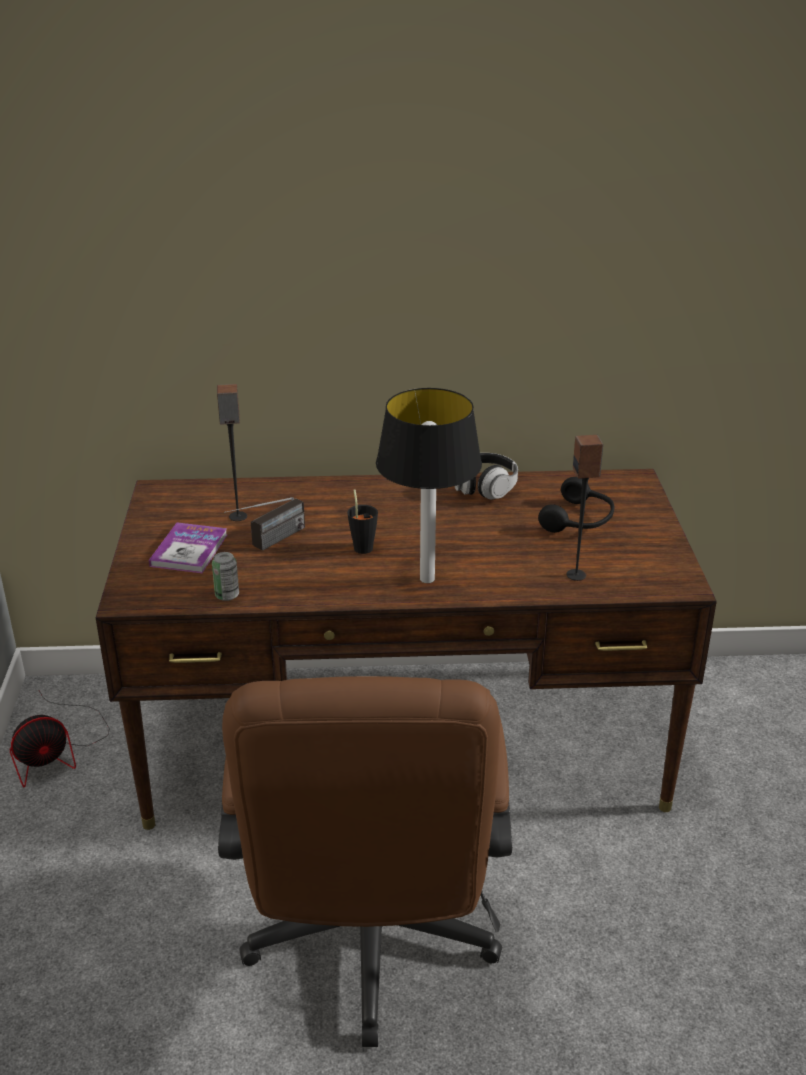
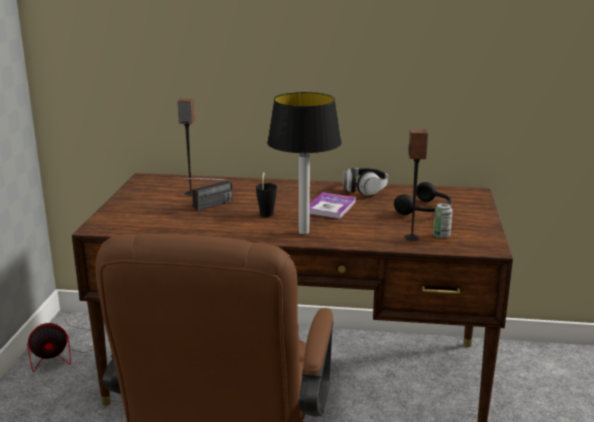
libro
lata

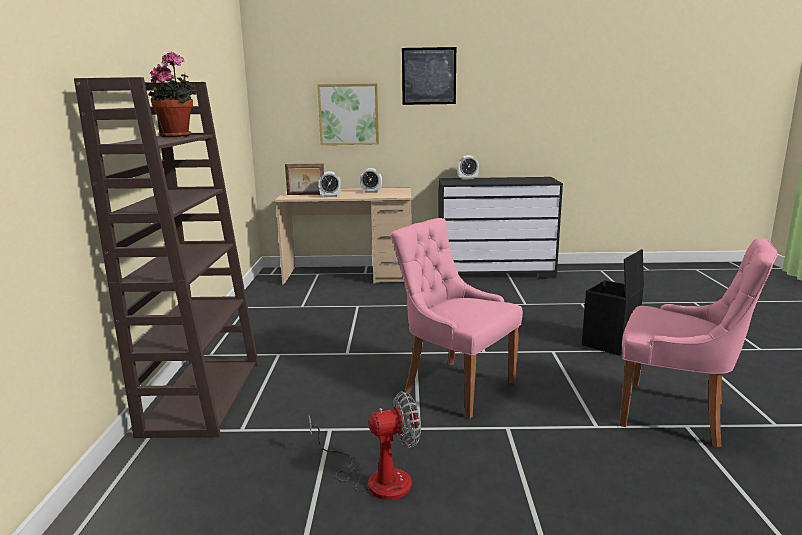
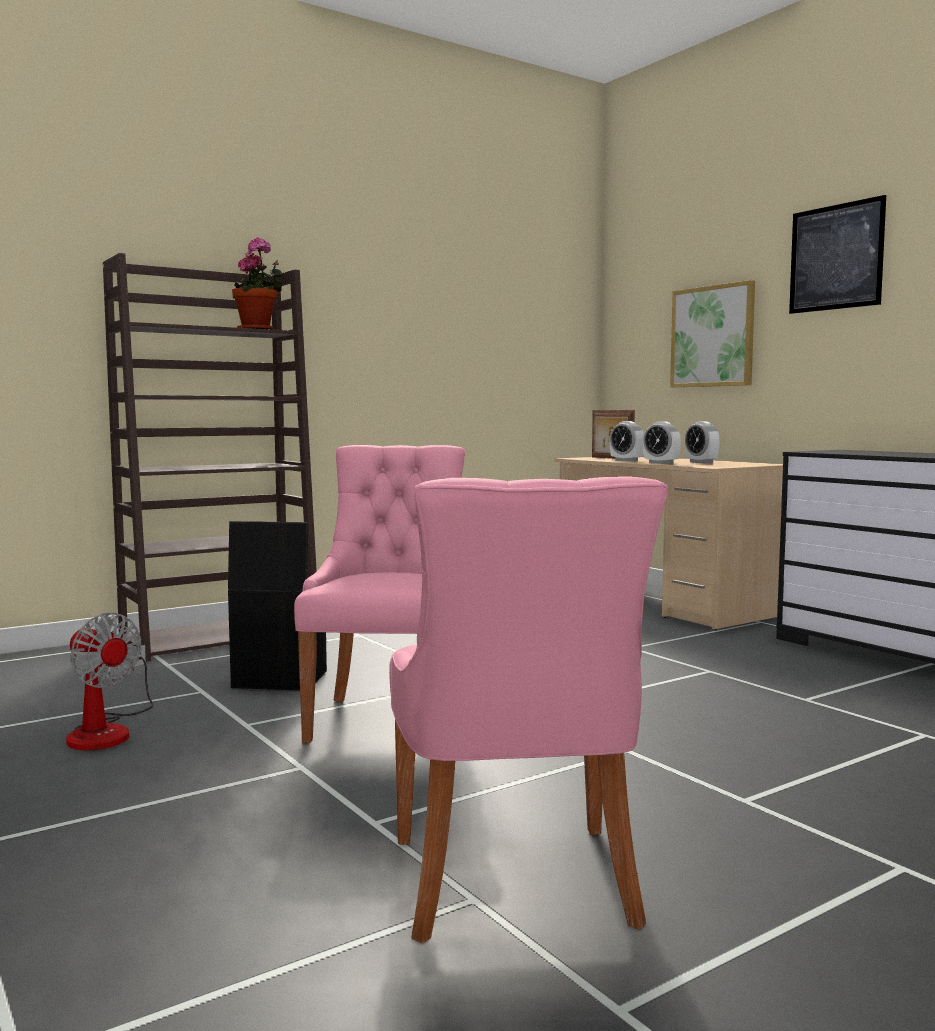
caja de almacenaje [negro]
despertador (2nd from left)

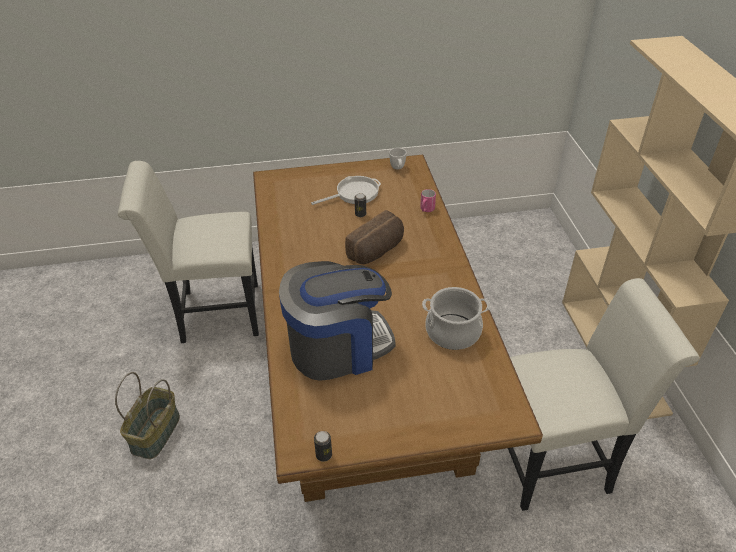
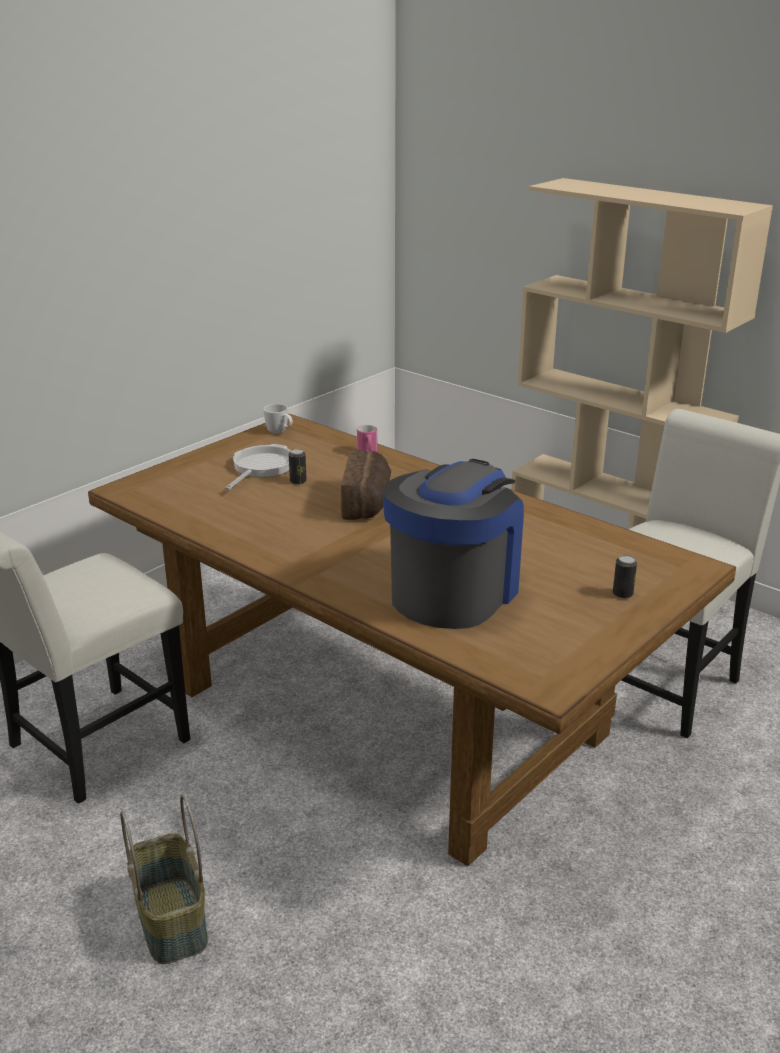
lata (2nd from left)
olla

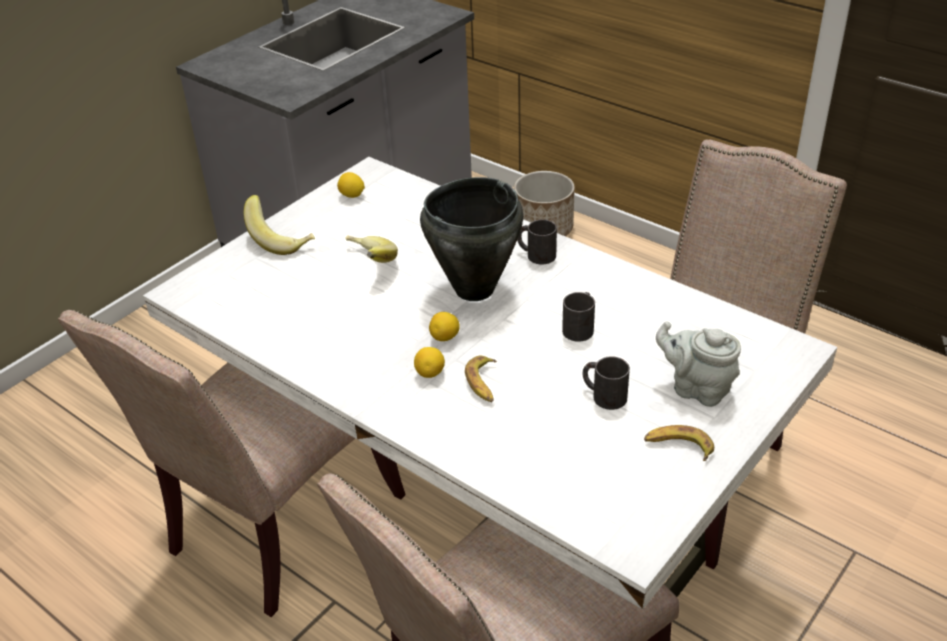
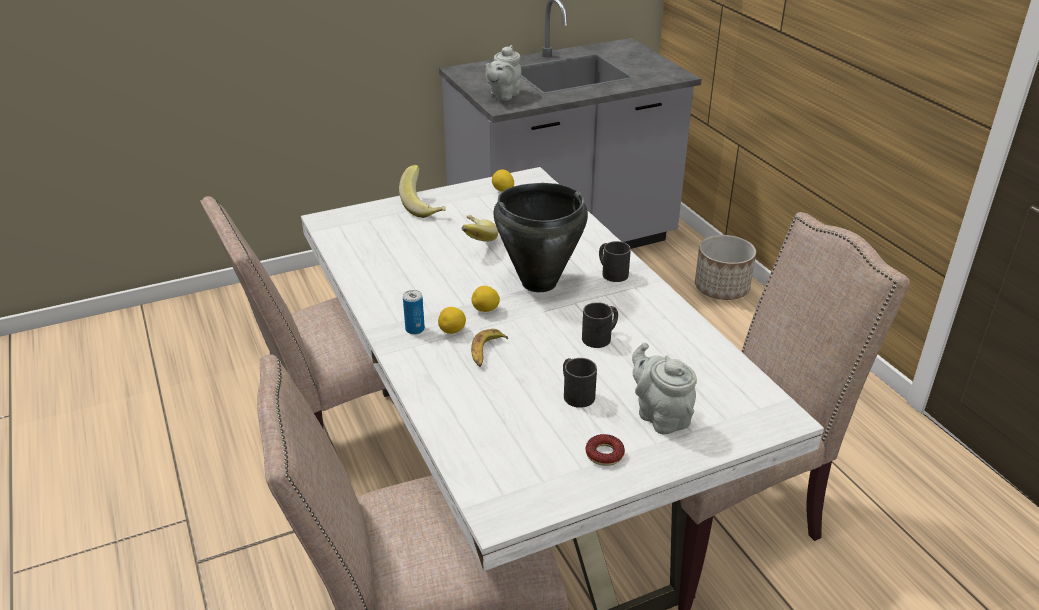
lata
tetera [gris] (1st from left)
rosquilla

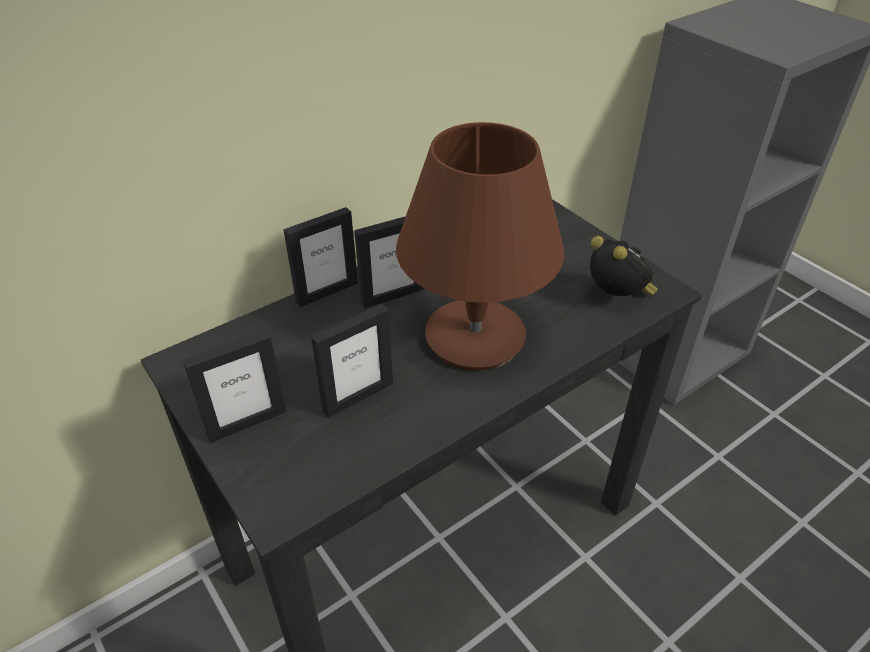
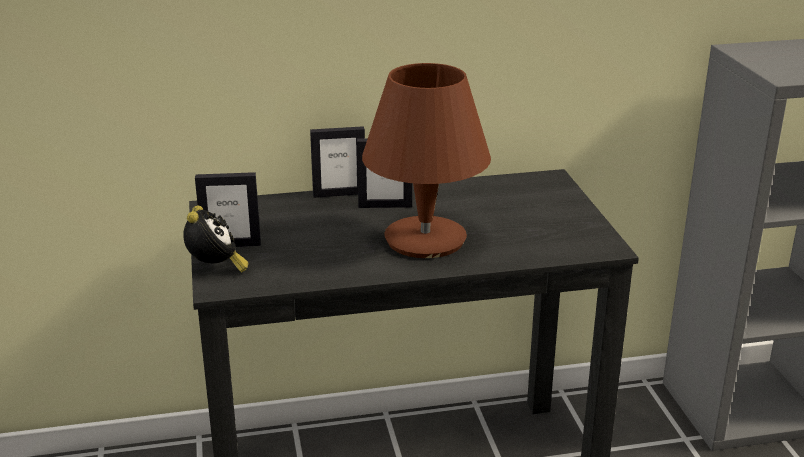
despertador
portarretratos (3rd from left in the first image)

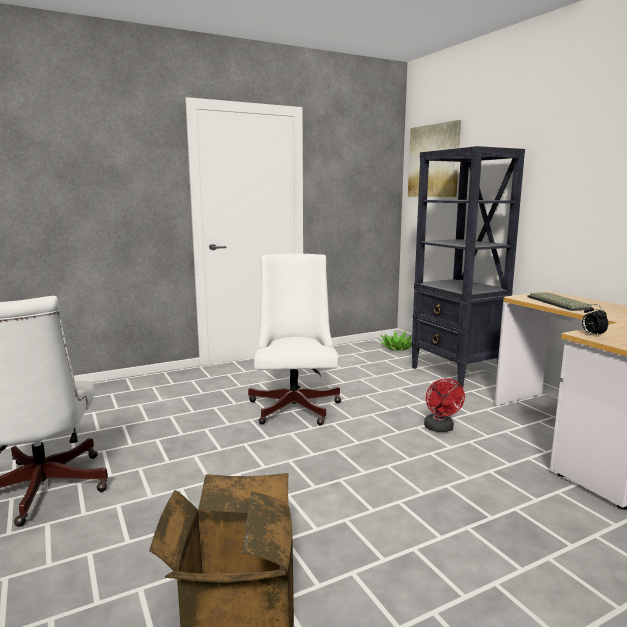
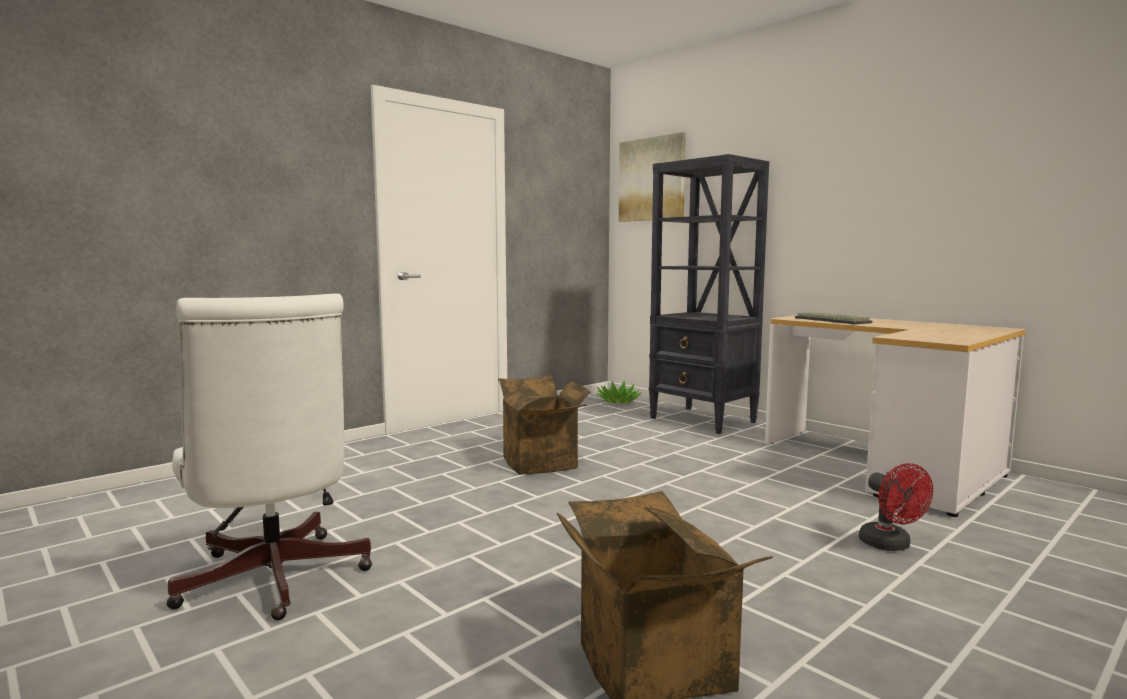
caja de cartón (1st from left)
ventilador [rojo]
despertador

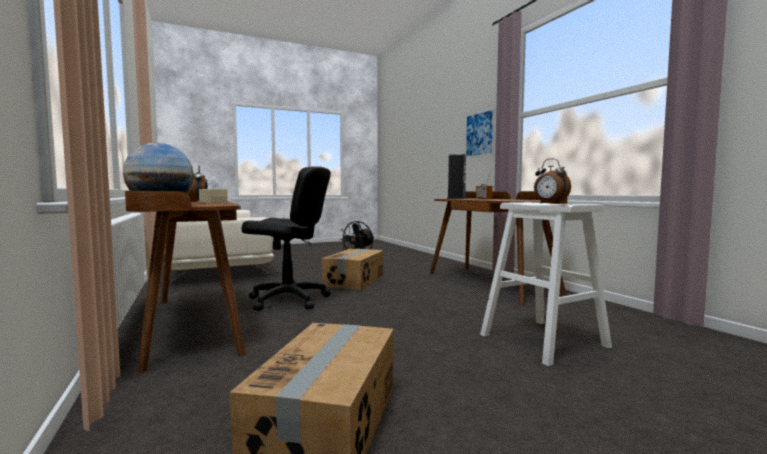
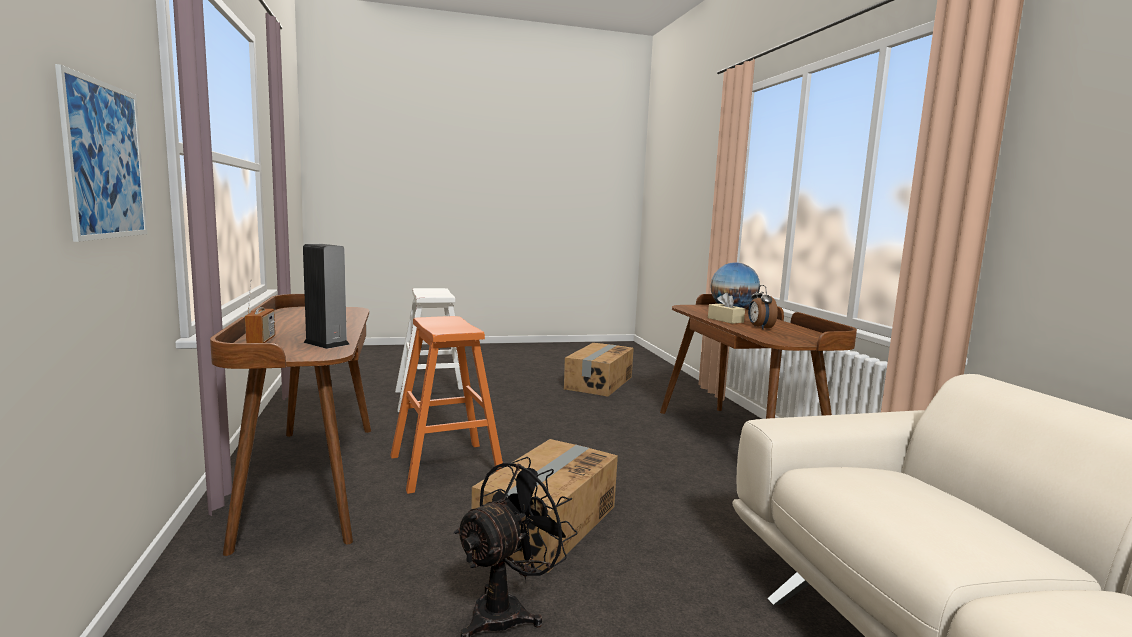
taburete [naranja]
silla de oficina [negro]
despertador (2nd from left in the first image)

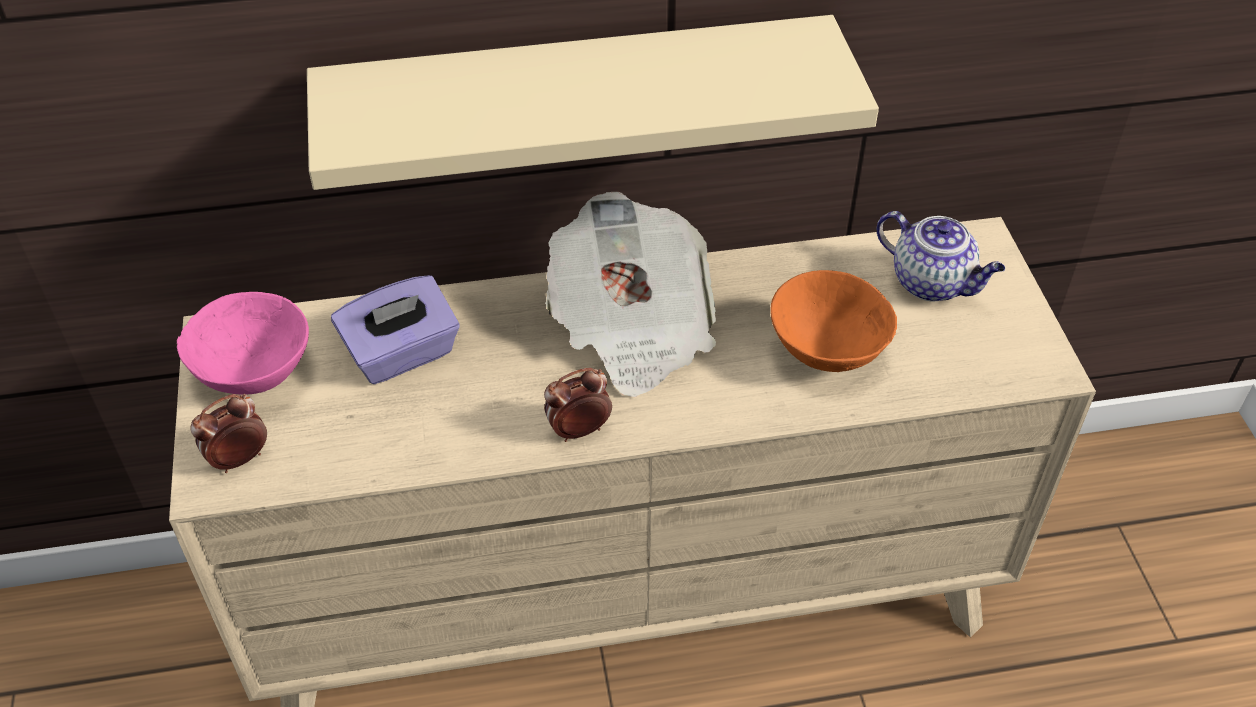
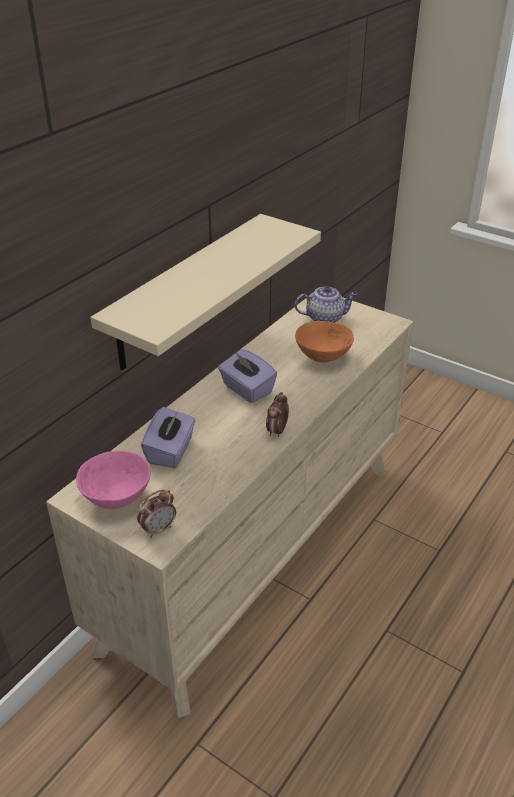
despertador (1st from left)
caja de pañuelos [morado] (2nd from left)

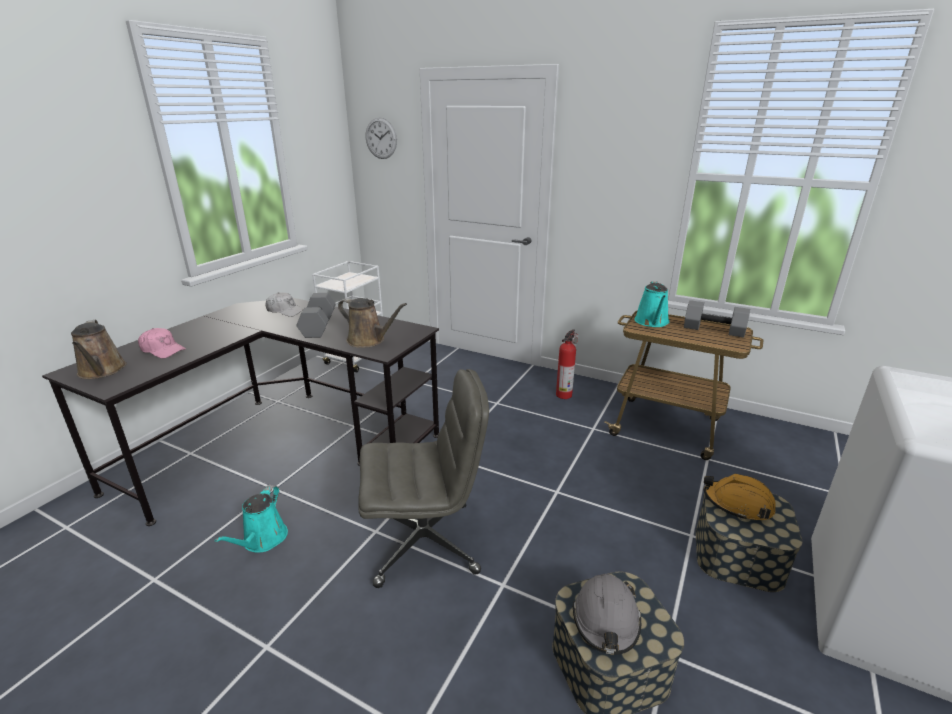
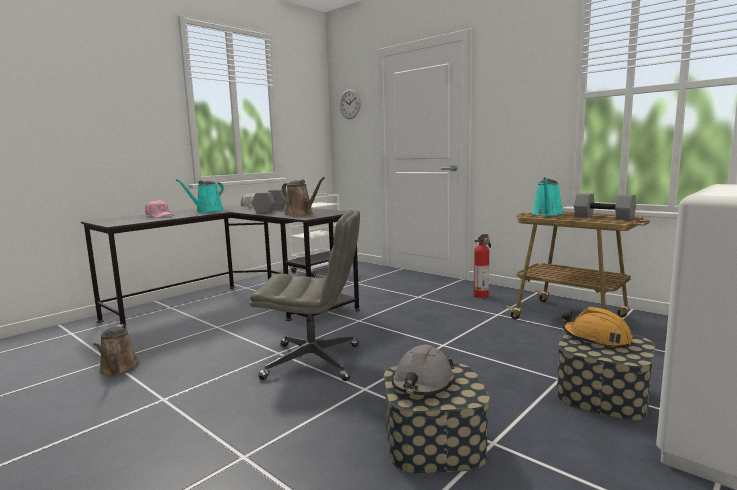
regadera [marrón] (1st from left)
regadera [turquesa] (1st from left)

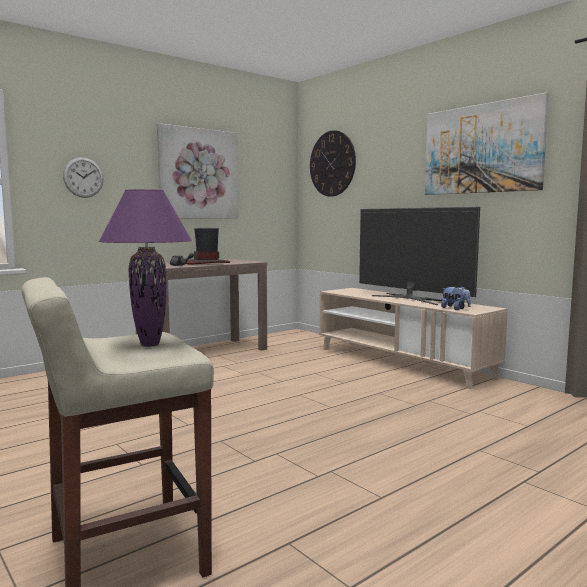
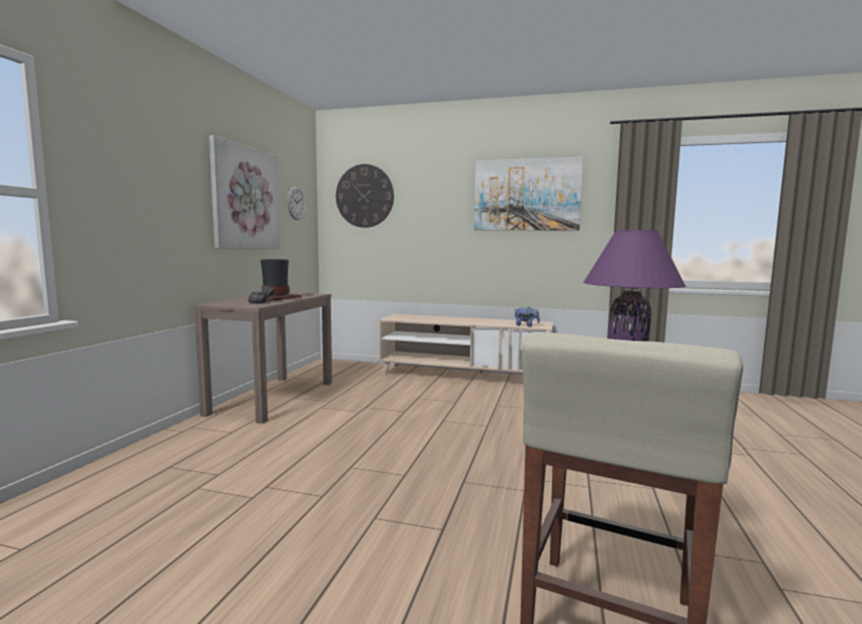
reloj de pared (1st from left)
televisor

